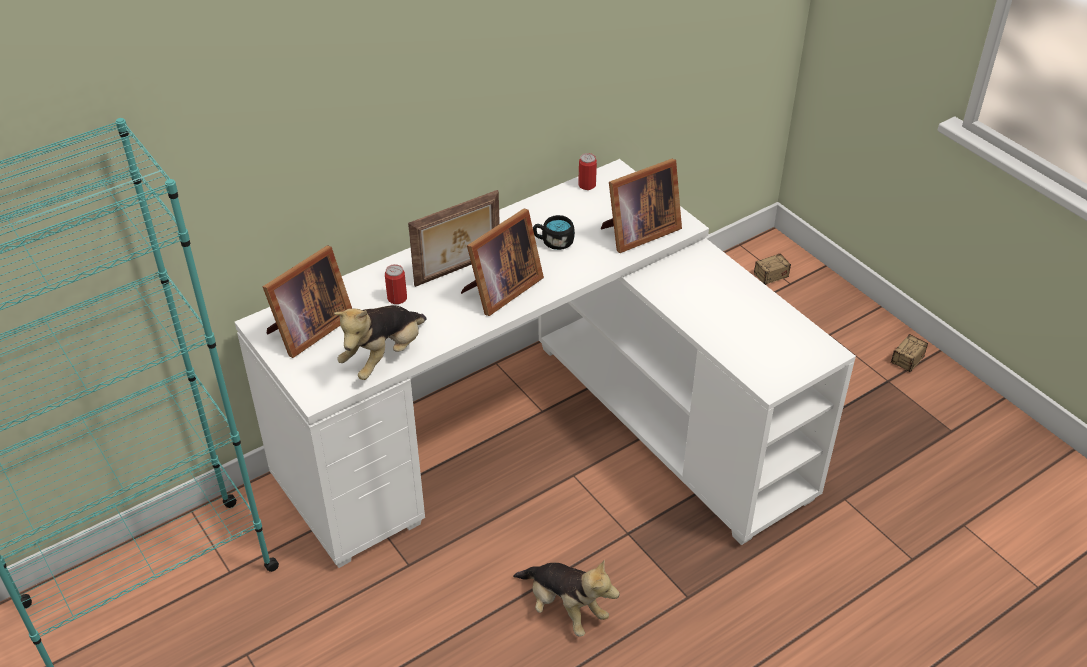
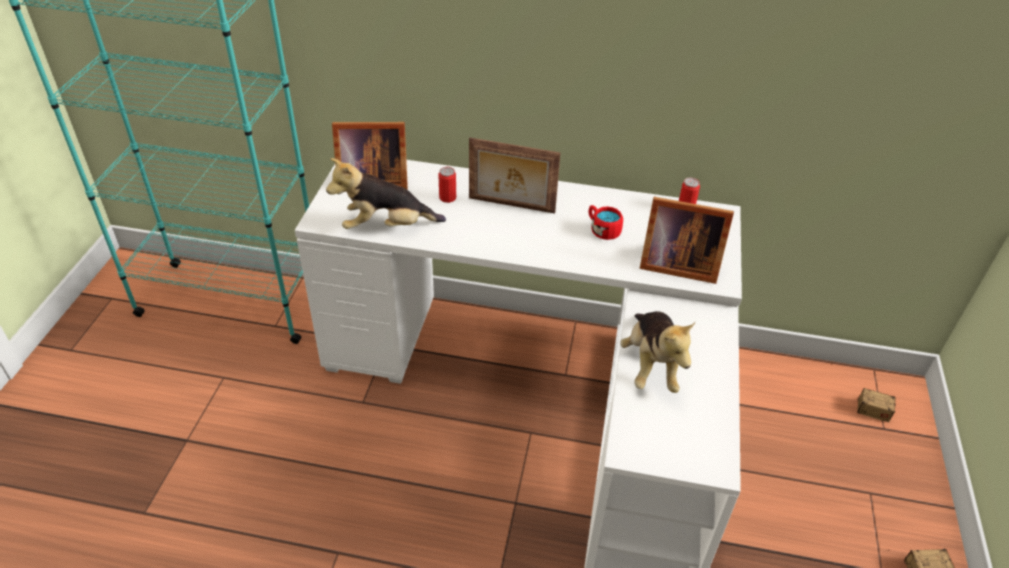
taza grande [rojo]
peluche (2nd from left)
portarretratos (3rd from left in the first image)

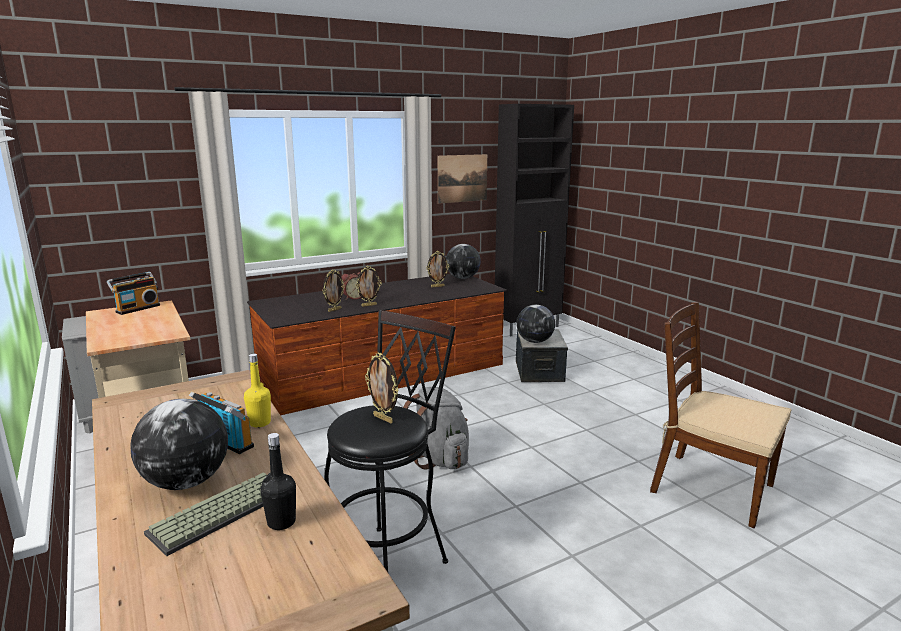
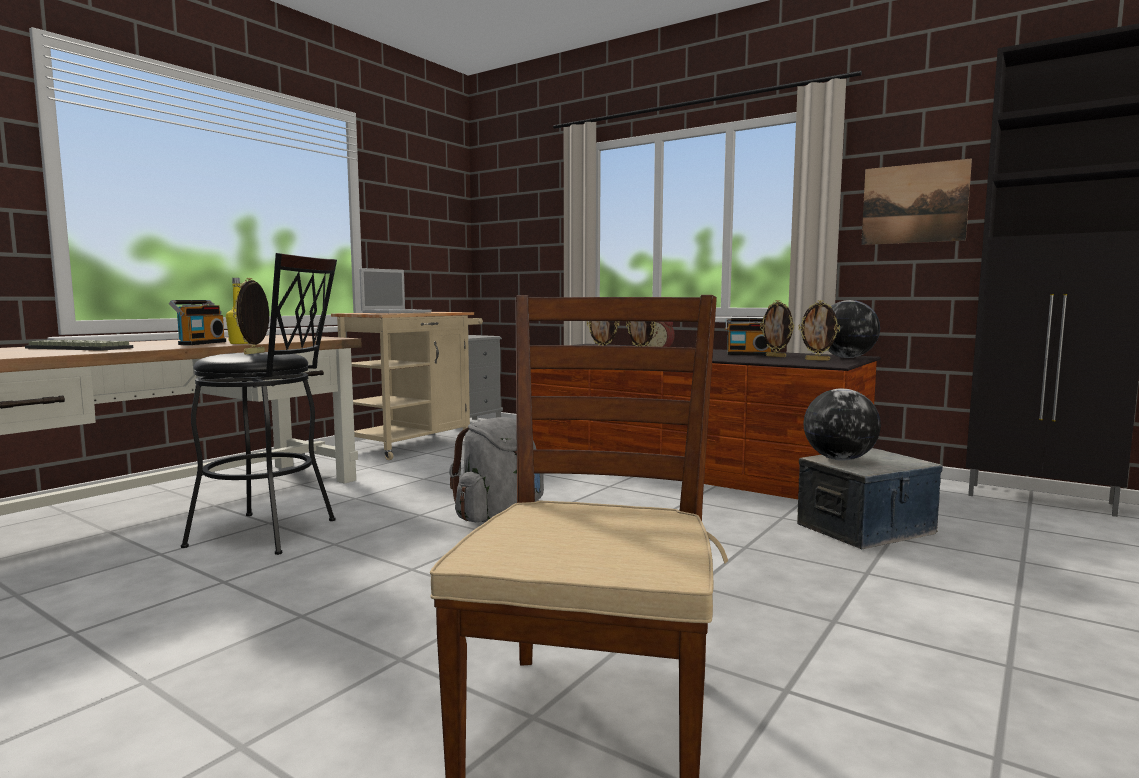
portátil
radio (2nd from left)
portarretratos (5th from left)
globo terráqueo (1st from left in the first image)
botella [negro]

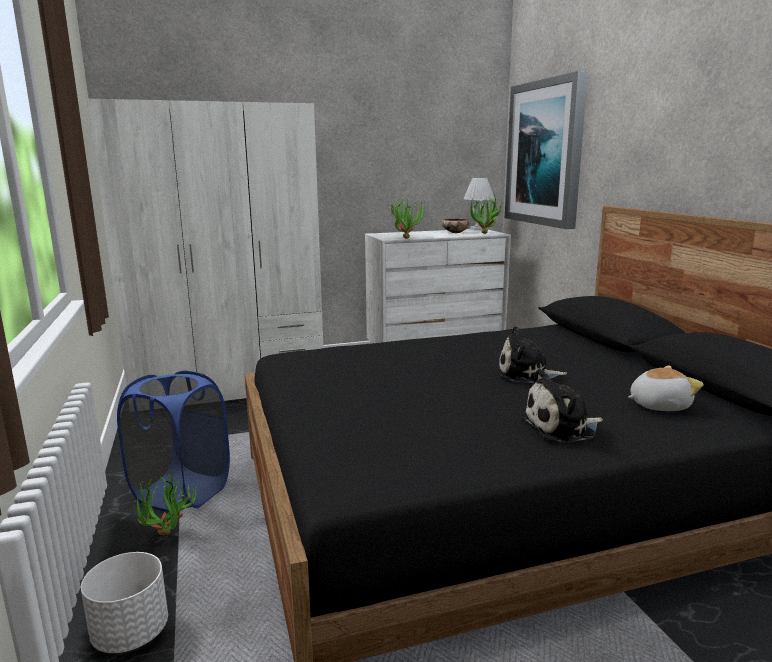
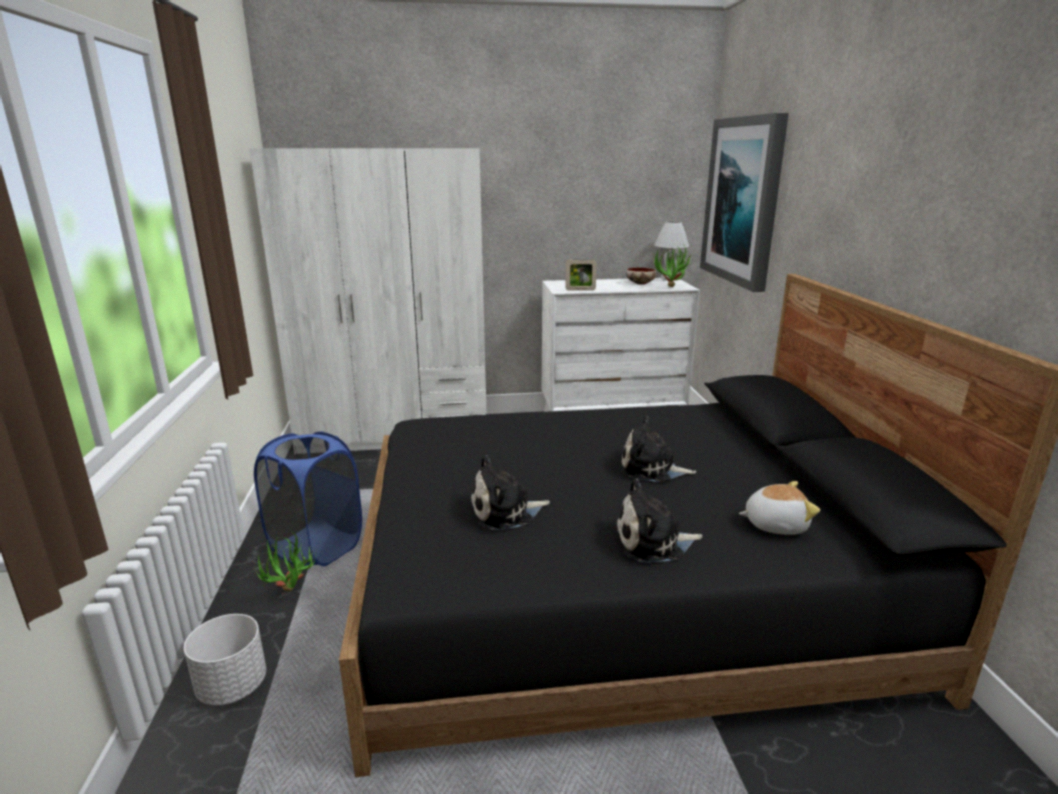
peluche (1st from left)
portarretratos

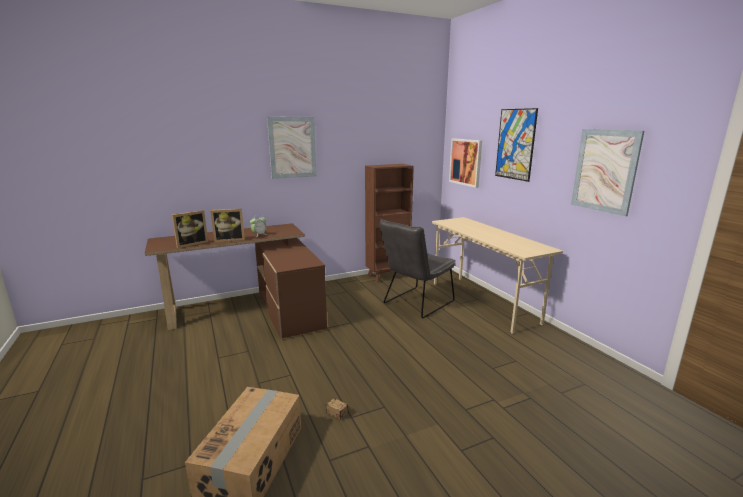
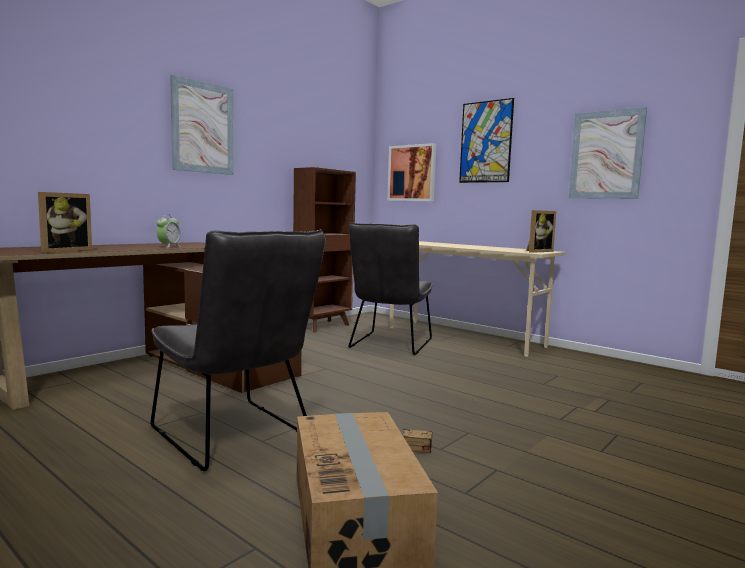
silla [gris] (1st from left)
portarretratos (2nd from left)

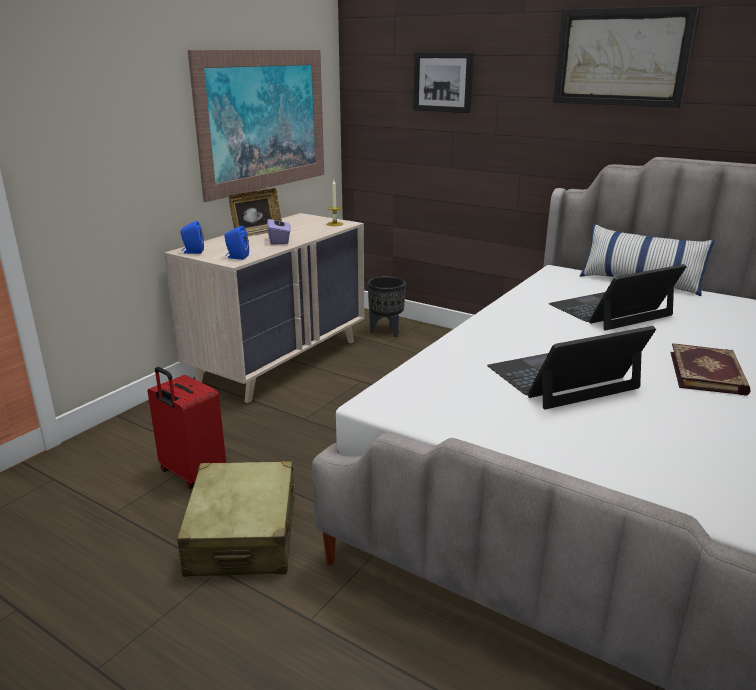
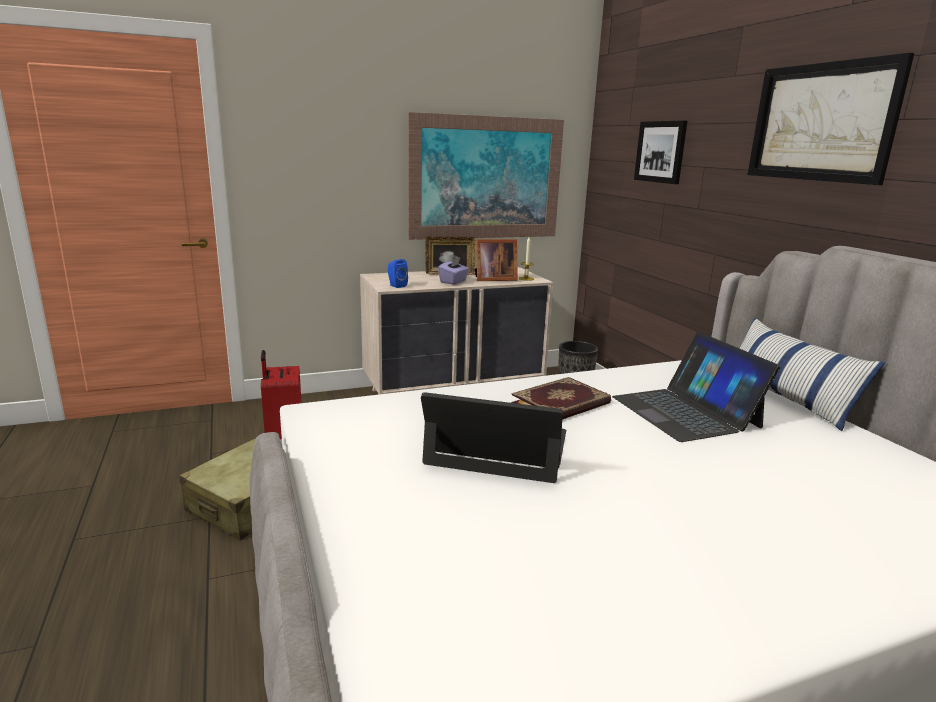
portarretratos (2nd from left)
libro
portátil (2nd from left)
altavoz [azul] (1st from left in the first image)

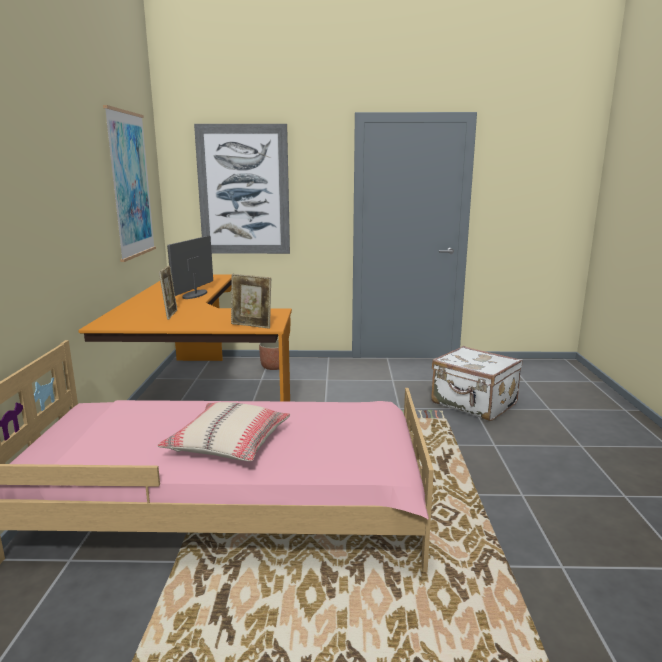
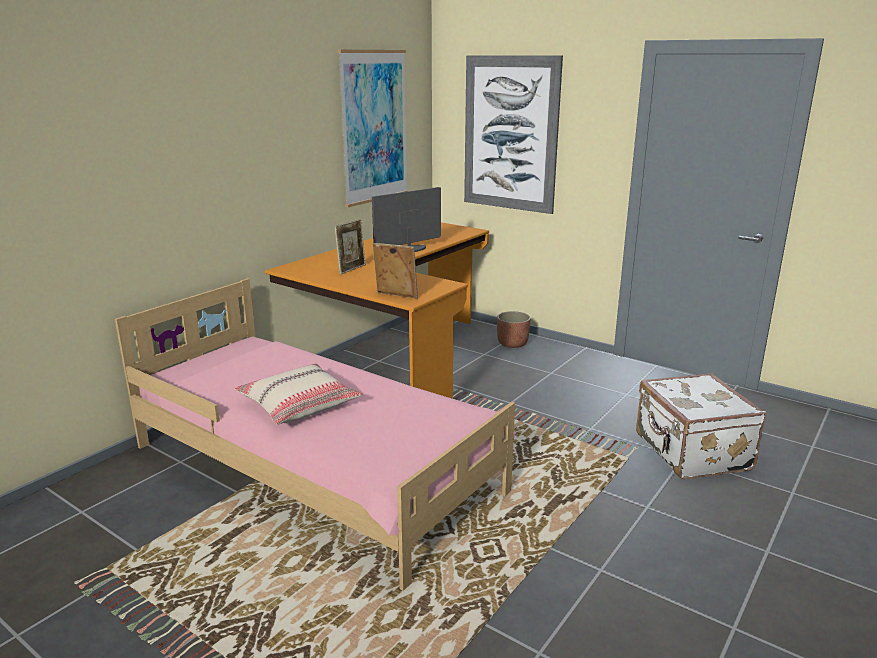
portarretratos (2nd from left)

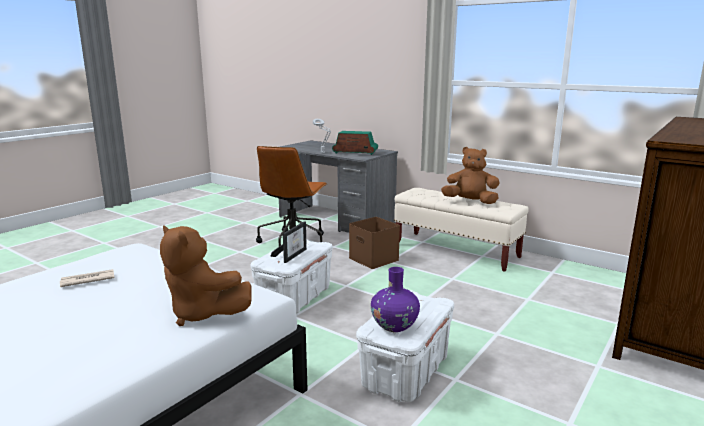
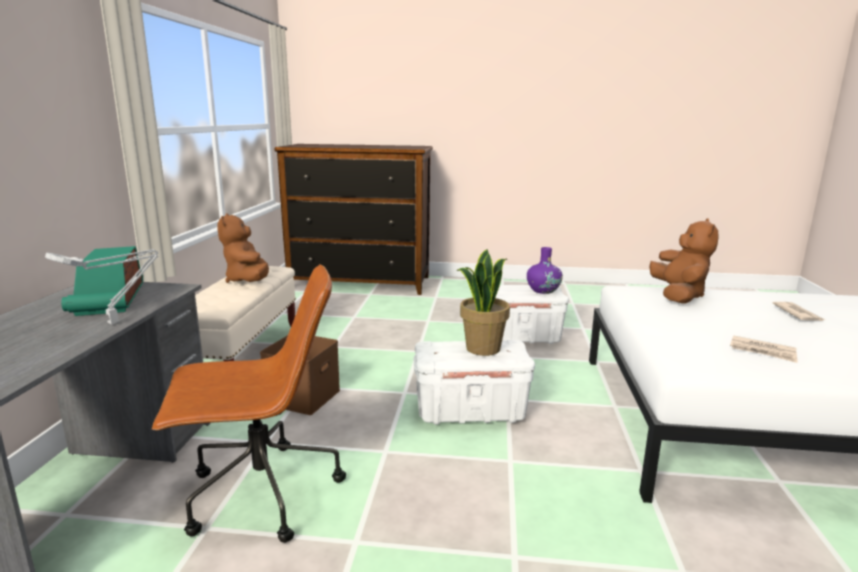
planta en maceta
periódico (2nd from left)

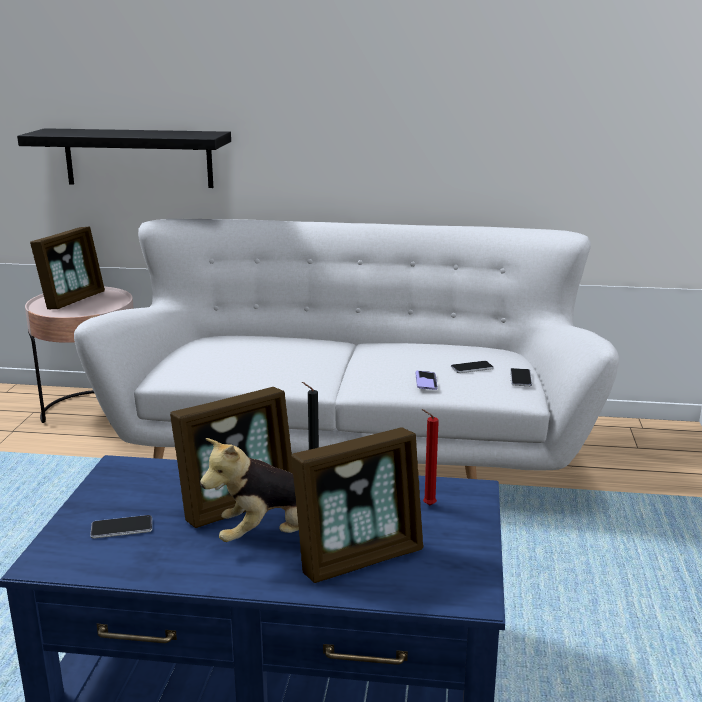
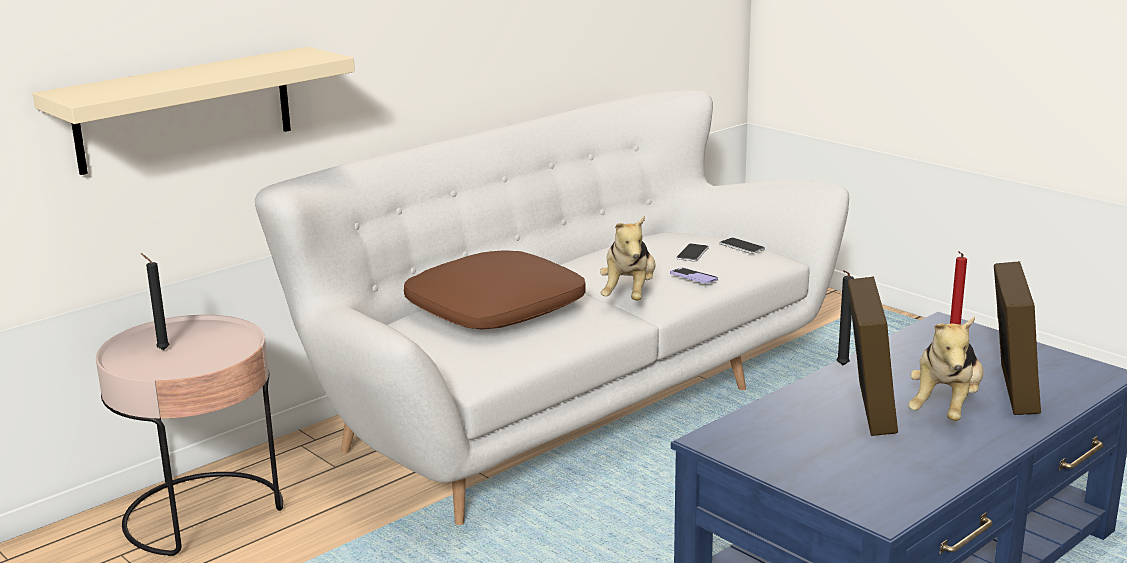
estante [beis]
vela [negro] (1st from left)
cojín [marrón]
peluche (1st from left)
móvil (1st from left in the first image)

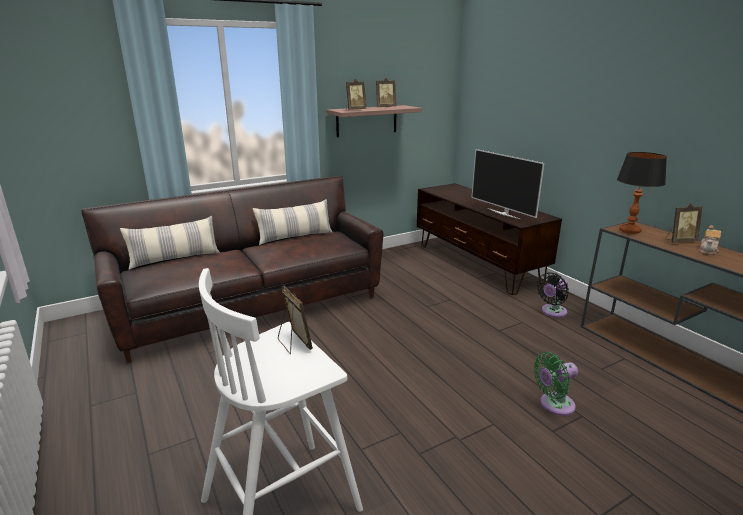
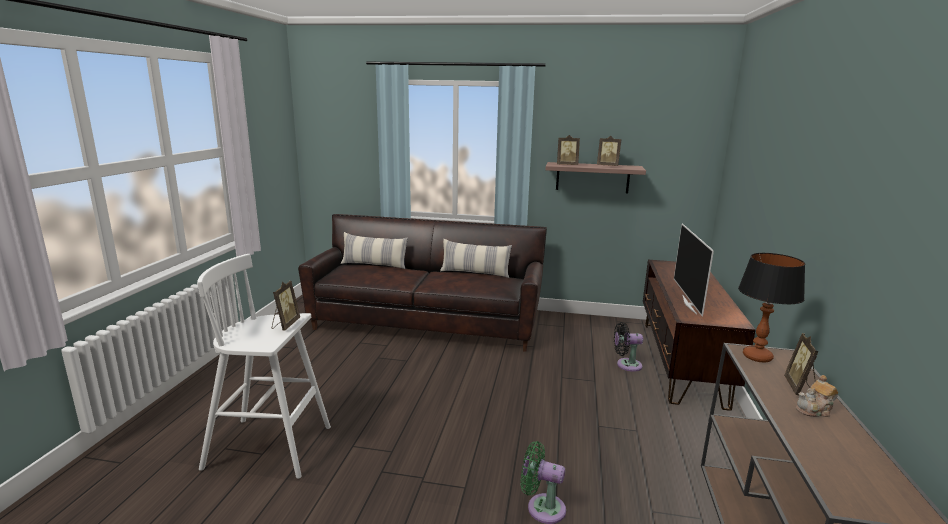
ventilador [negro]
portarretratos (4th from left)

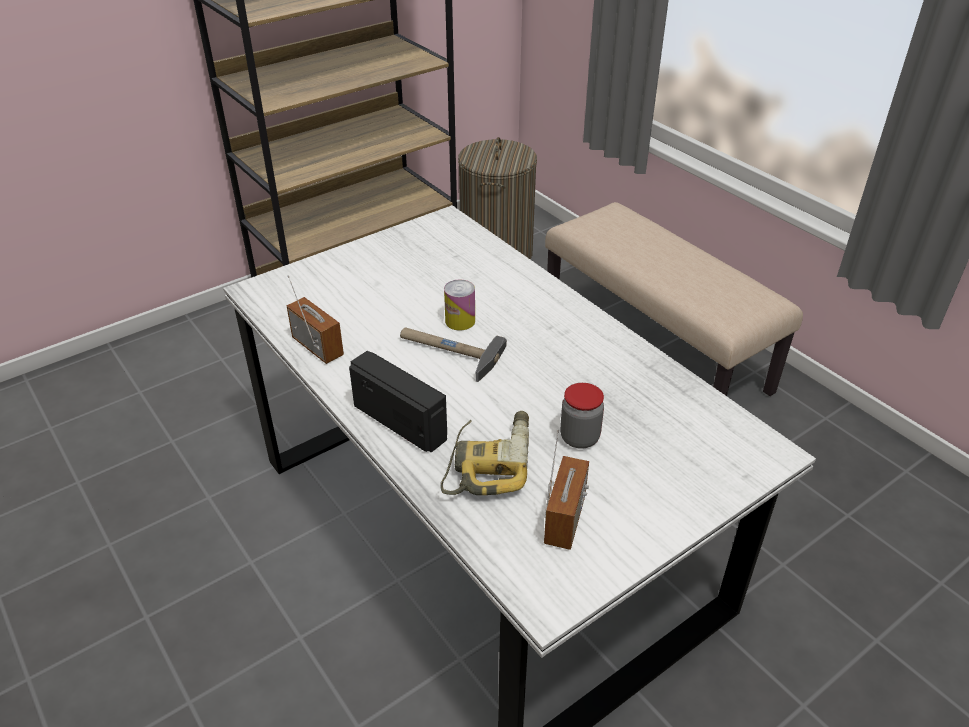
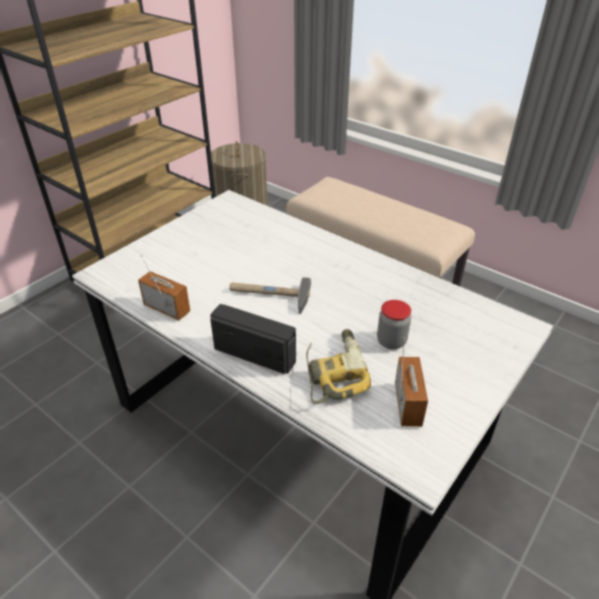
lata

